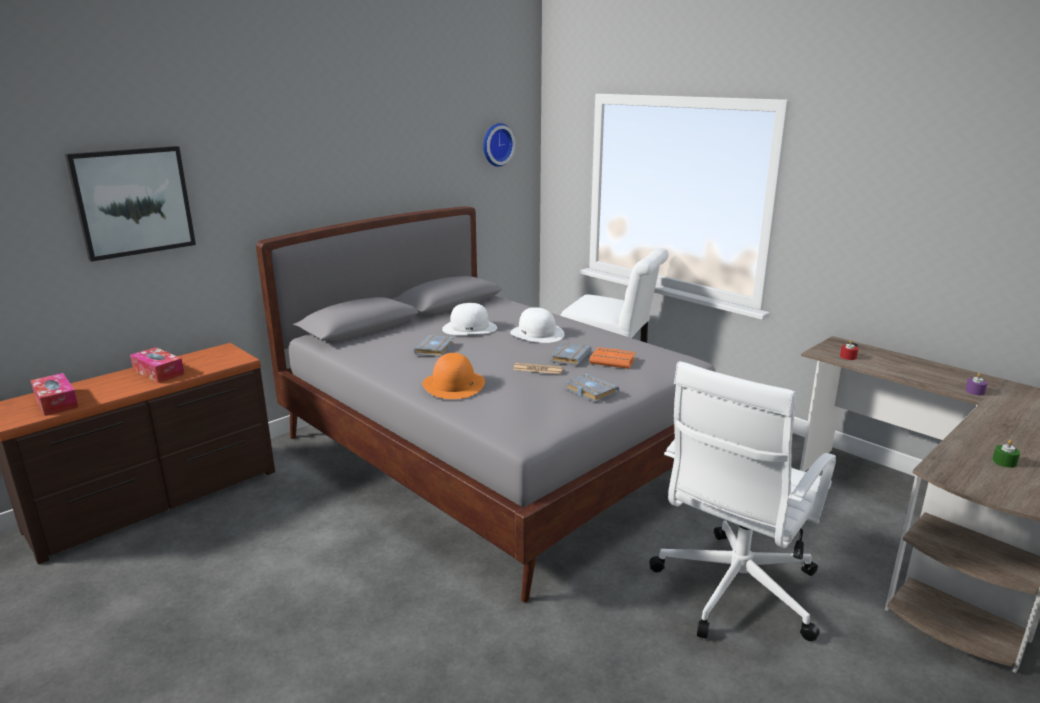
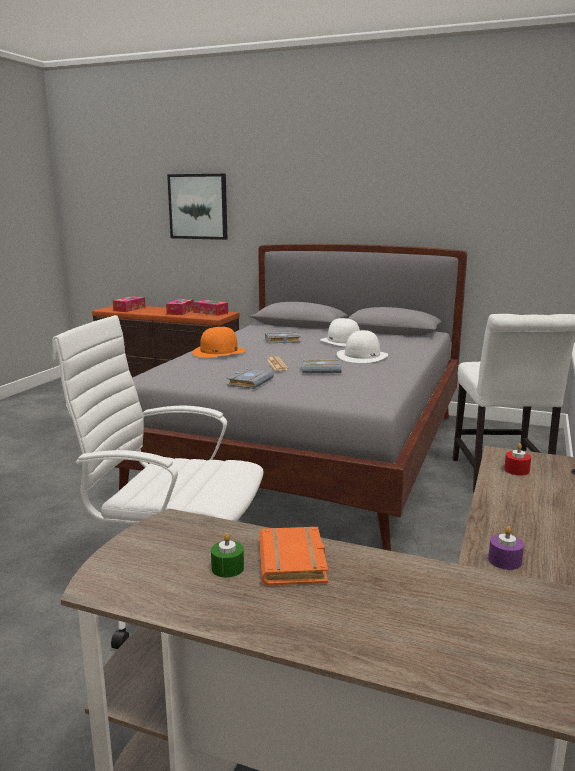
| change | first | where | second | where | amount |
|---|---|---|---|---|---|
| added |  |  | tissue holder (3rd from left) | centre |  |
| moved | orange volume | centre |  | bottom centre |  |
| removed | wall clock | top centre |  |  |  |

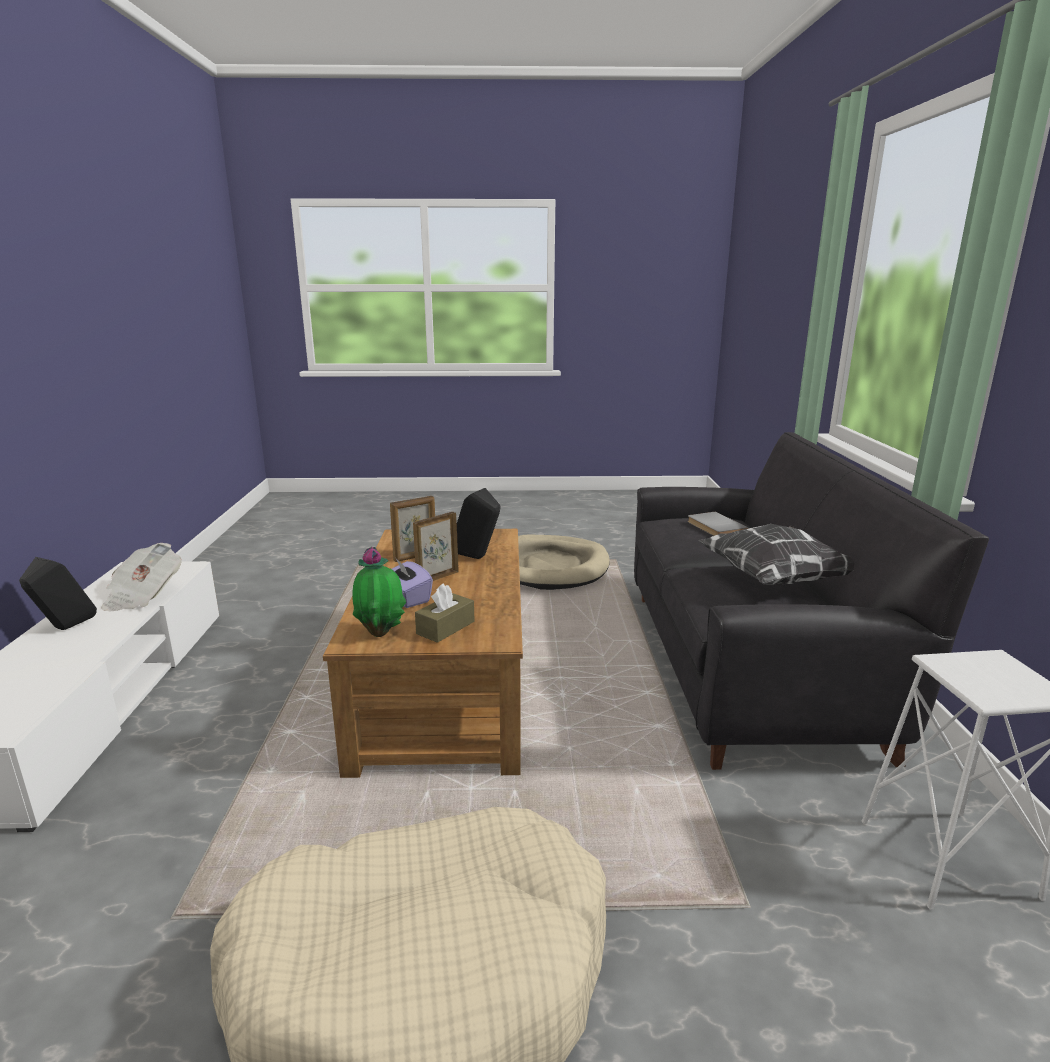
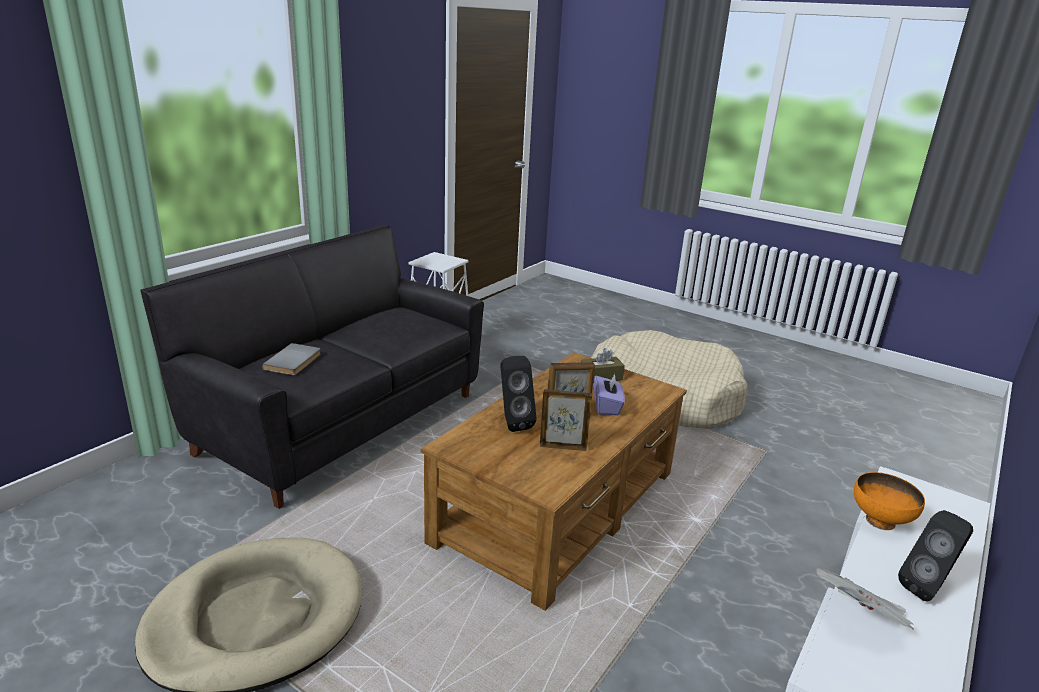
| change | first | where | second | where | amount |
|---|---|---|---|---|---|
| added |  |  | orange bowl | bottom right |  |
| removed | plant in a pot | centre |  |  |  |
| removed | pillow | middle right |  |  |  |

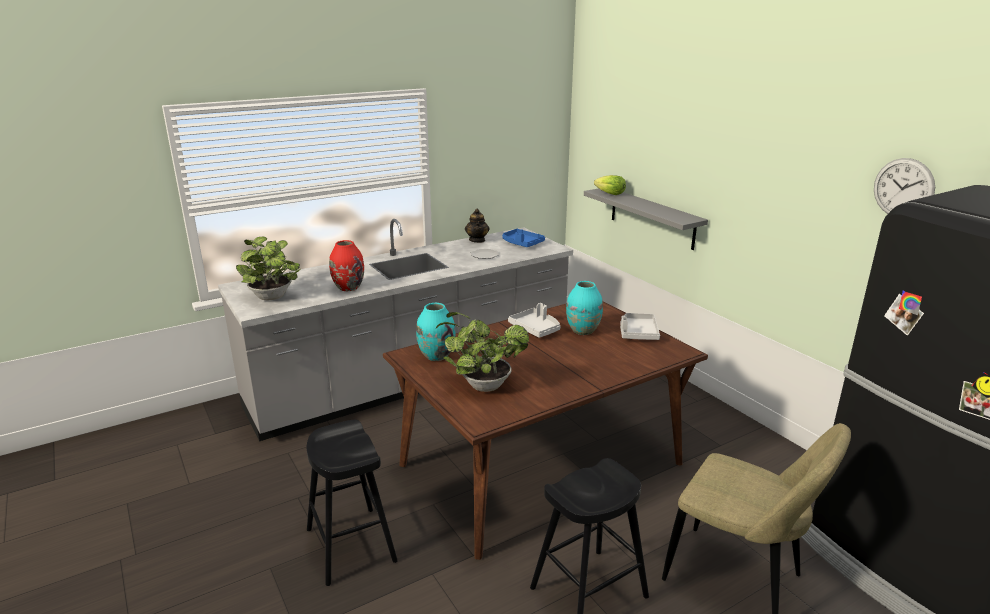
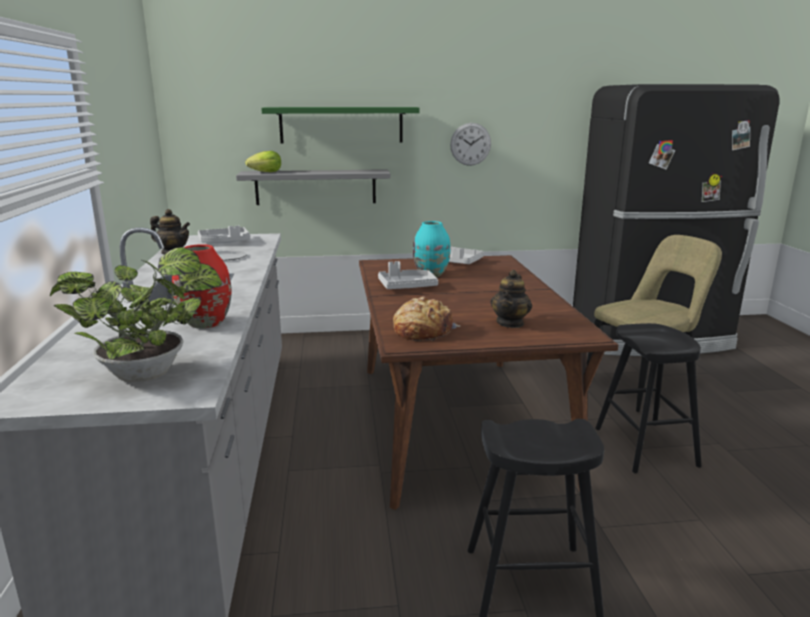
| change | first | where | second | where | amount |
|---|---|---|---|---|---|
| recoloured | blue carrying tray | centre | greyish carrying tray (1st from left) | middle left |  |
| added |  |  | greenish shelf | top centre |  |
| replaced | turquoise-coloured decorative vase (1st from left) | centre | bakery bread | centre |  |
| moved | wall clock | top right |  | top centre |  |
| replaced | plant in a pot (2nd from left) | centre | teapot (2nd from left) | centre |  |

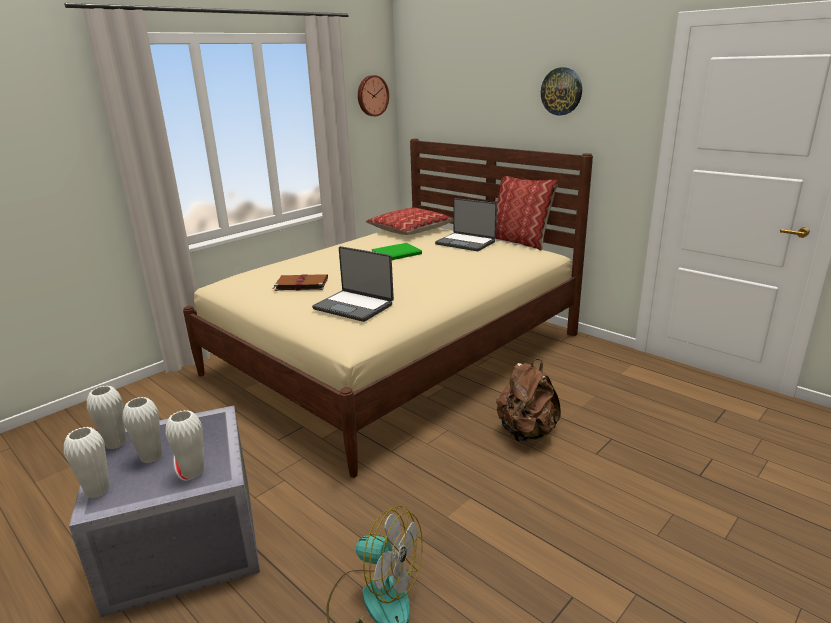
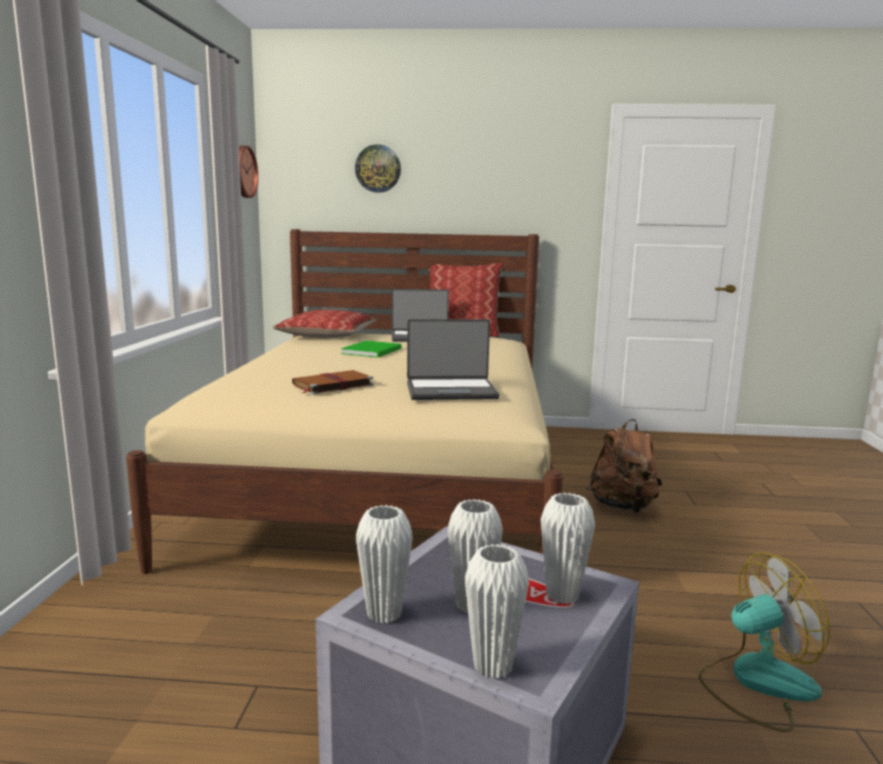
| change | first | where | second | where | amount |
|---|---|---|---|---|---|
| moved | wall clock (2nd from left) | top right |  | top centre |  |

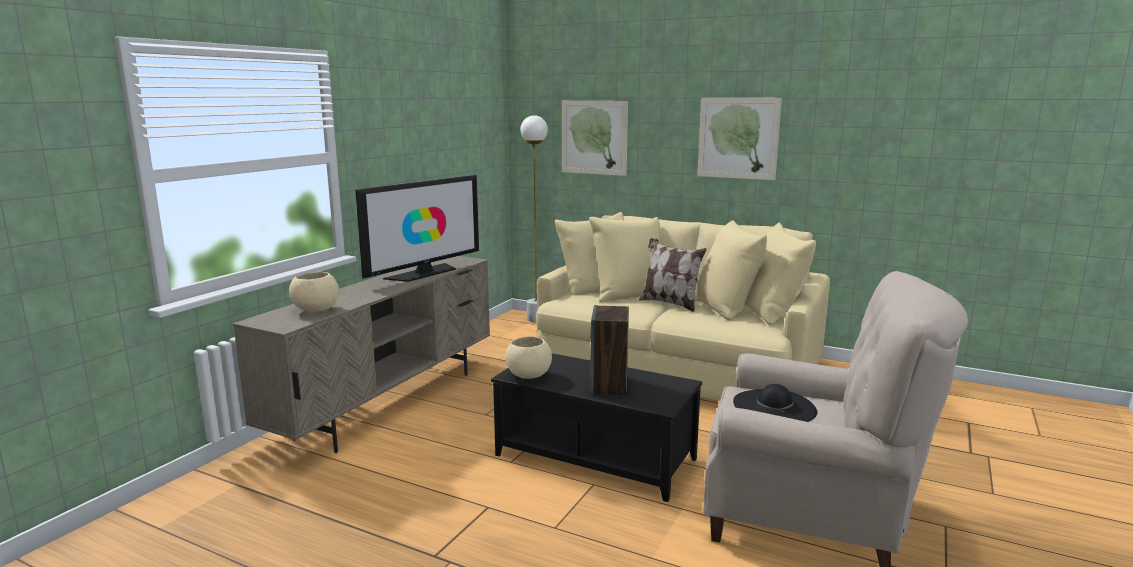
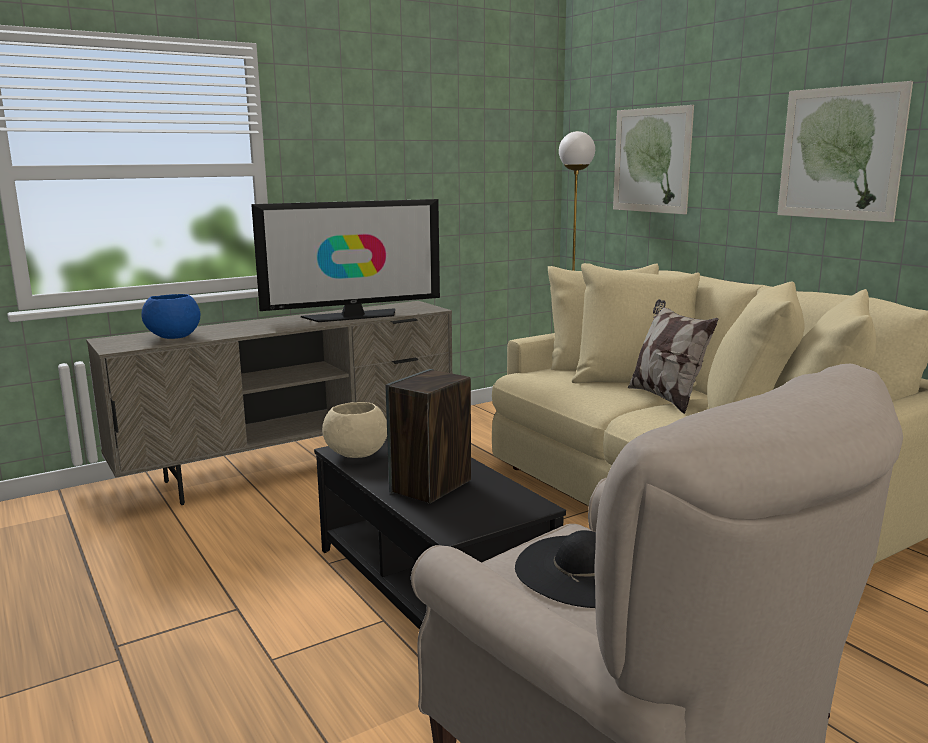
| change | first | where | second | where | amount |
|---|---|---|---|---|---|
| recoloured | beige bowl (1st from left) | middle left | blue bowl | middle left |  |

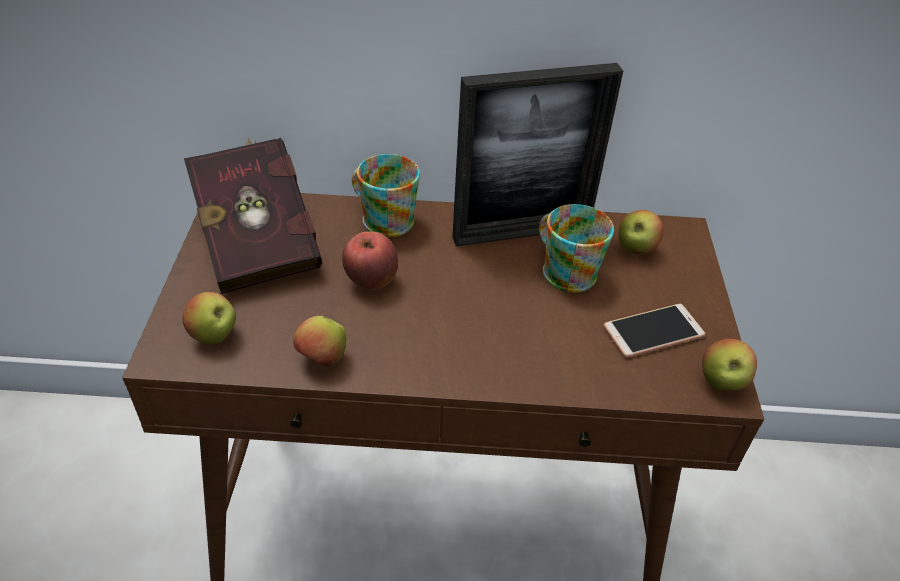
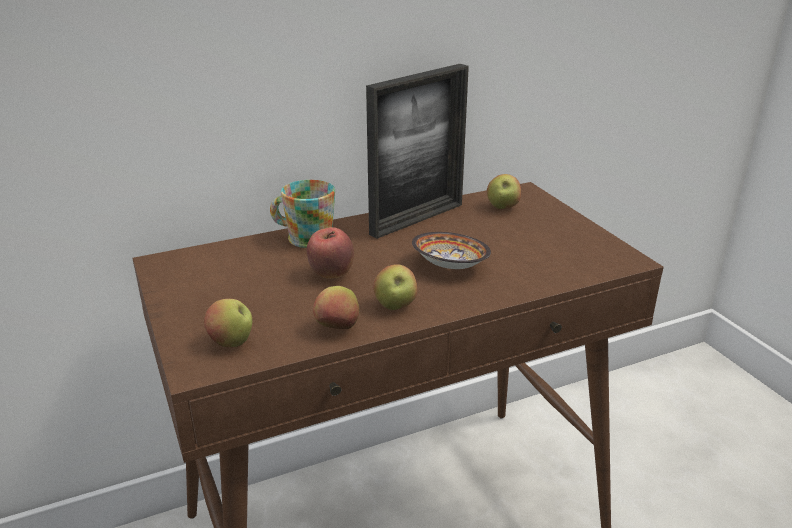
| change | first | where | second | where | amount |
|---|---|---|---|---|---|
| moved | apple fruit (5th from left in the first image) | middle right | apple fruit (4th from left) | centre |  |
| added |  |  | bowl | centre |  |
| removed | red volume | middle left |  |  |  |
| removed | coffee mug (2nd from left) | centre |  |  |  |
| removed | telephone | middle right |  |  |  |

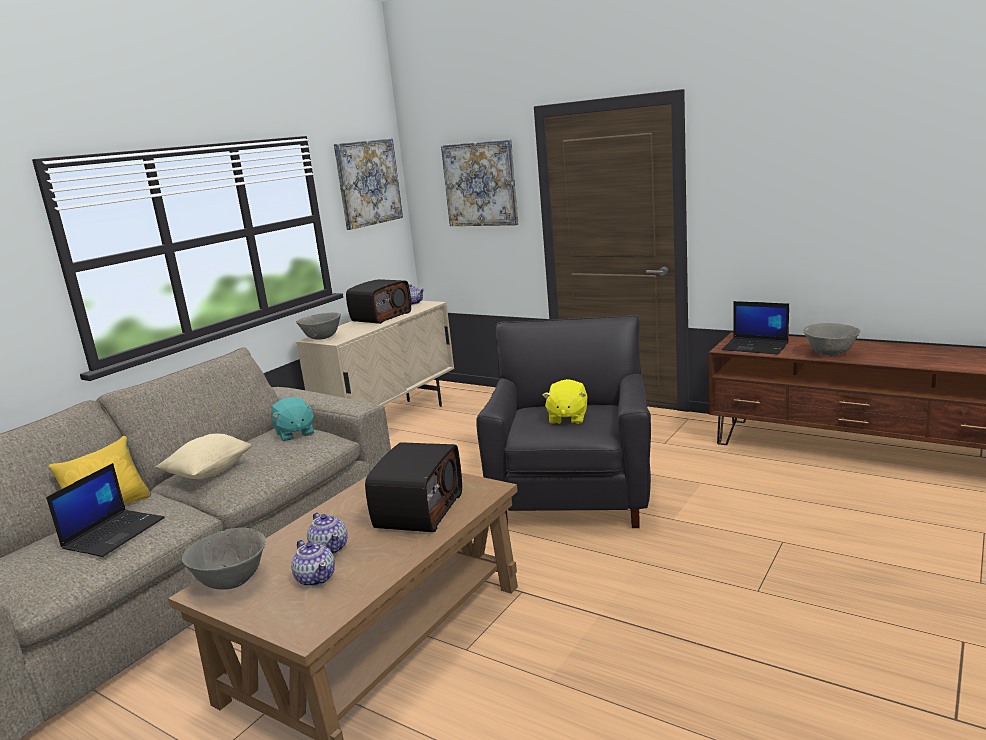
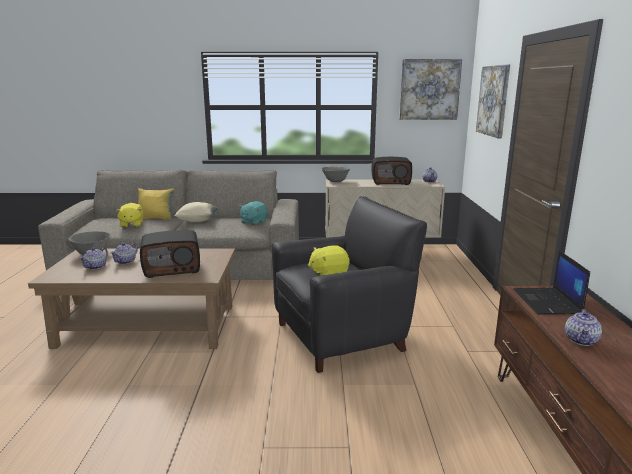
| change | first | where | second | where | amount |
|---|---|---|---|---|---|
| replaced | portable computer (1st from left) | bottom left | yellow-coloured soft toy (1st from left) | middle left |  |
| replaced | greyish bowl (3rd from left) | middle right | teapot (4th from left) | bottom right |  |

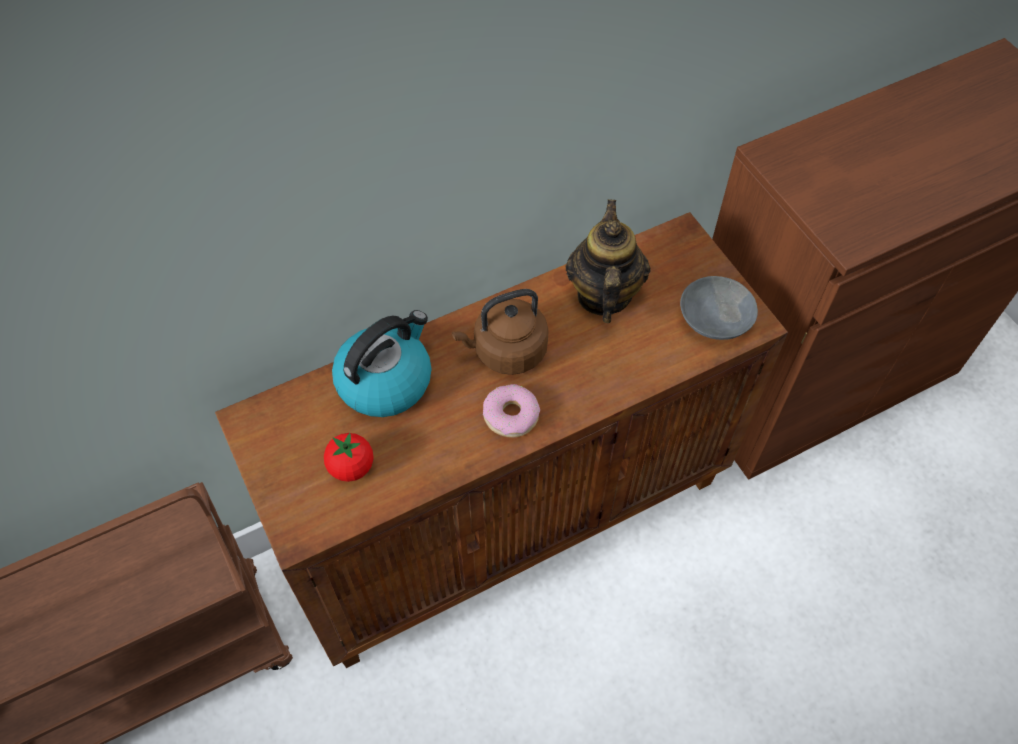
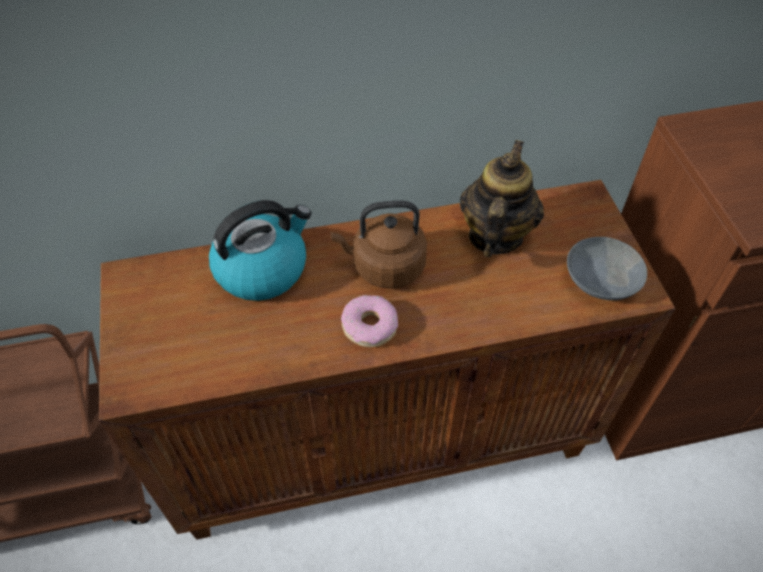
| change | first | where | second | where | amount |
|---|---|---|---|---|---|
| removed | whole tomato | centre |  |  |  |

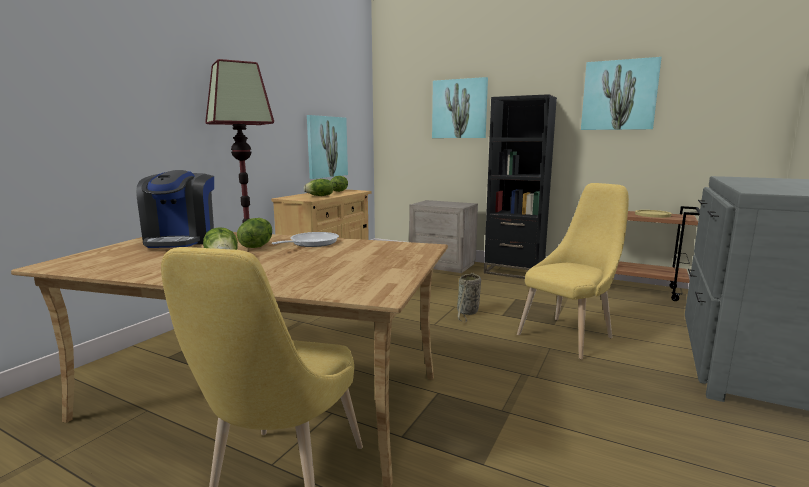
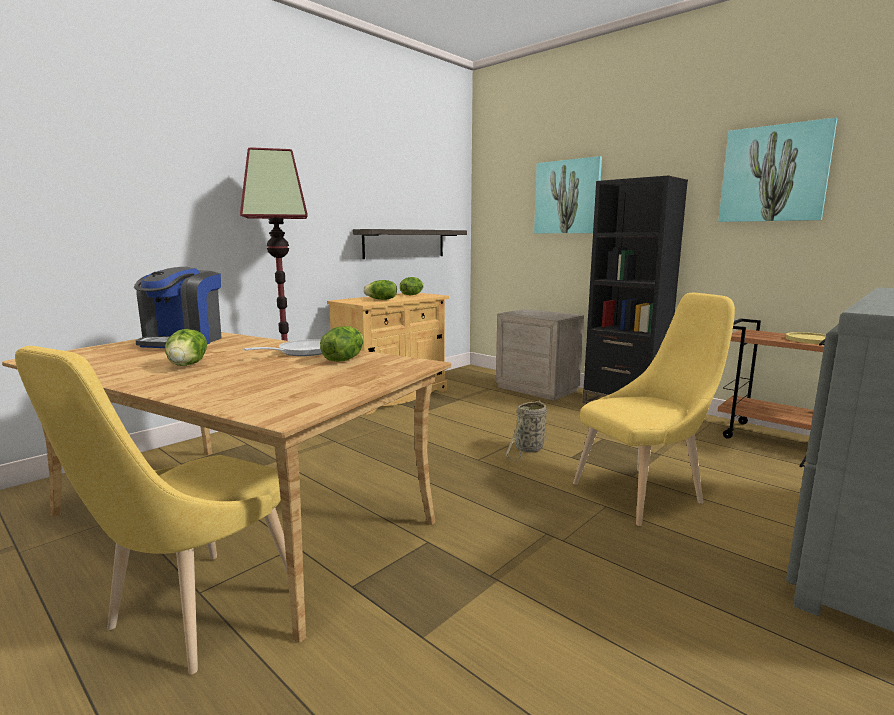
| change | first | where | second | where | amount |
|---|---|---|---|---|---|
| moved | lettuce (2nd from left) | middle left |  | centre |  |
| replaced | wall art (1st from left) | top centre | shelf | centre |  |

